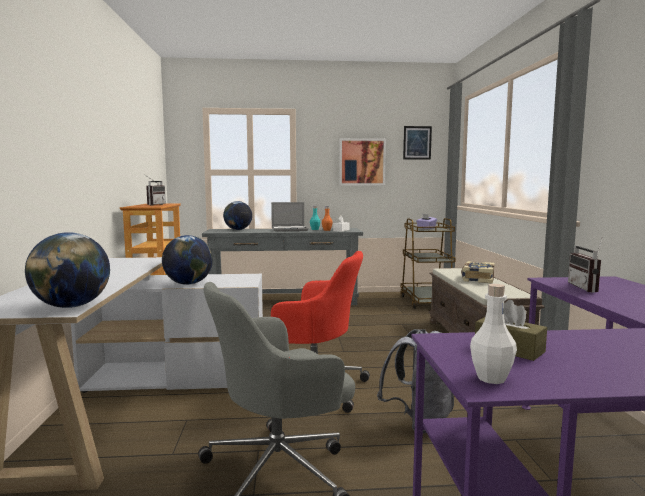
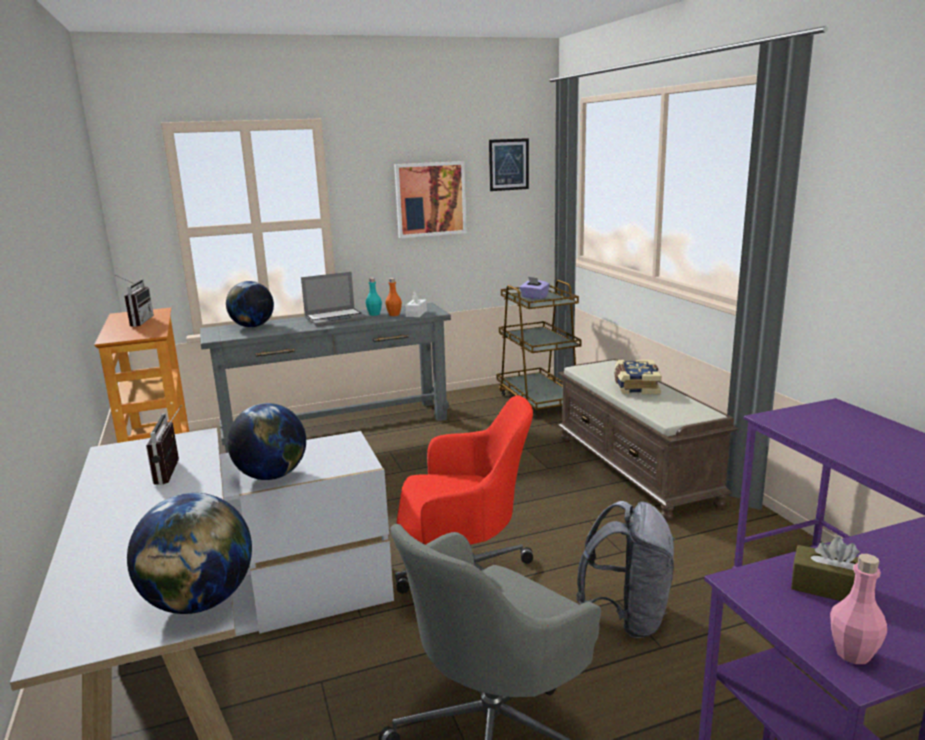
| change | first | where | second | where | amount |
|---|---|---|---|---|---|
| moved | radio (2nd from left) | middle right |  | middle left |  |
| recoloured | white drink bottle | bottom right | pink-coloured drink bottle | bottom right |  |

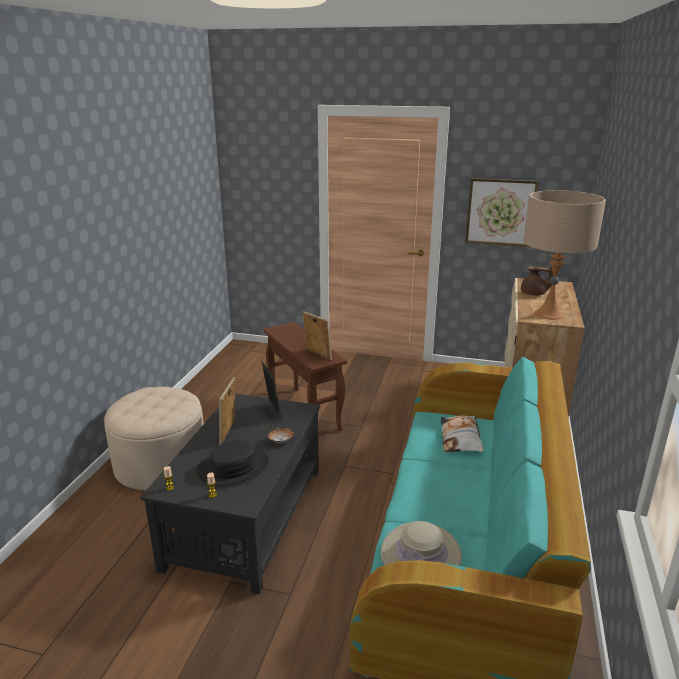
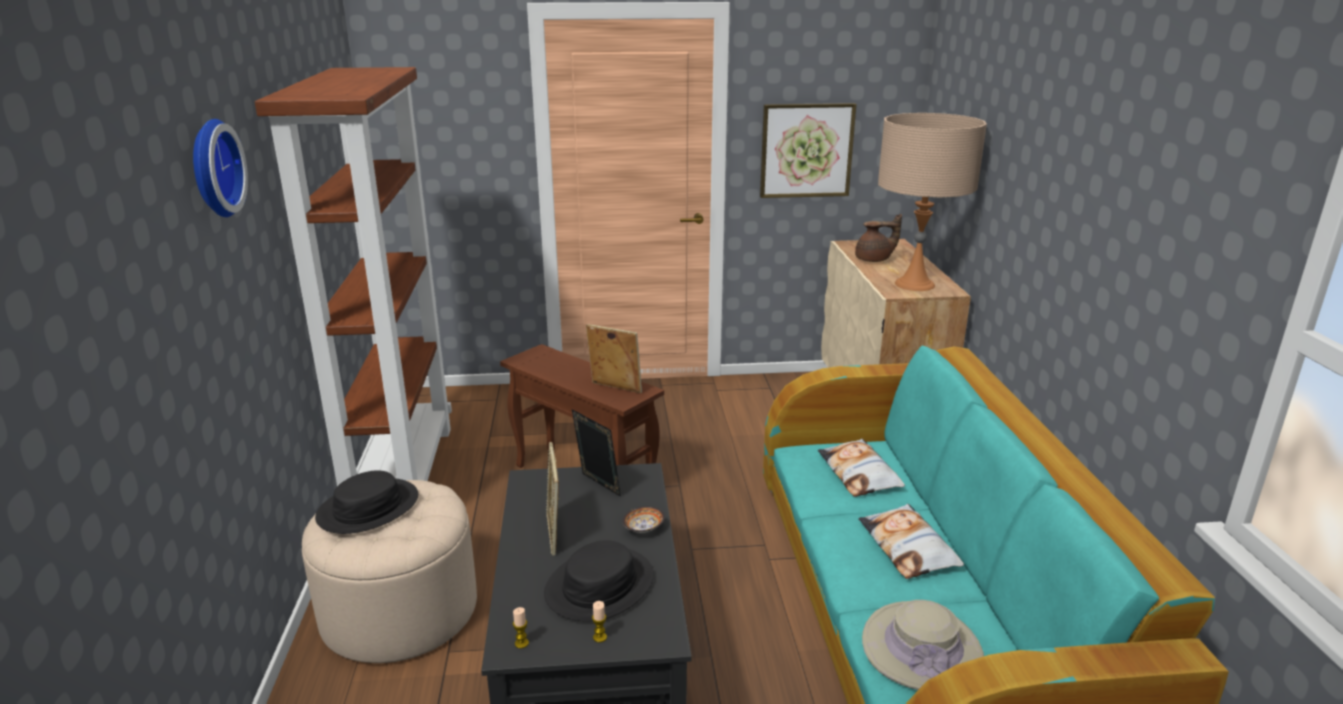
| change | first | where | second | where | amount |
|---|---|---|---|---|---|
| added |  |  | wall clock | top left |  |
| added |  |  | brown-coloured bookshelf | middle left |  |
| added |  |  | black-coloured wearable hat (1st from left) | bottom left |  |
| added |  |  | pillow (2nd from left) | bottom right |  |

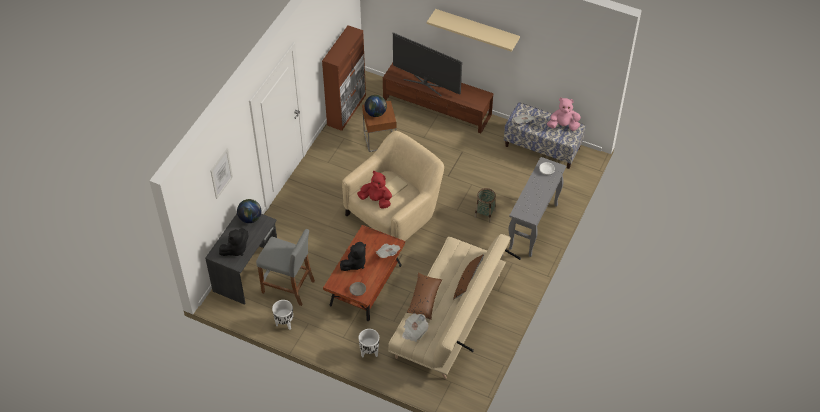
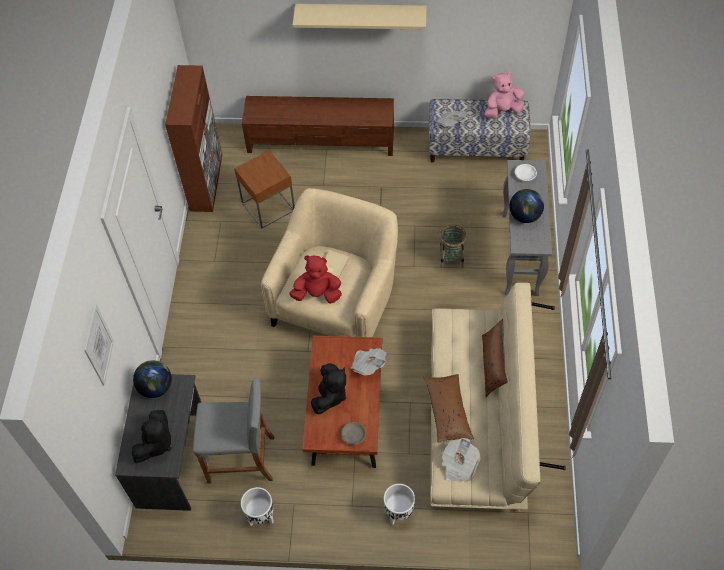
| change | first | where | second | where | amount |
|---|---|---|---|---|---|
| moved | world globe (2nd from left) | top centre |  | middle right |  |
| removed | TV | top centre |  |  |  |

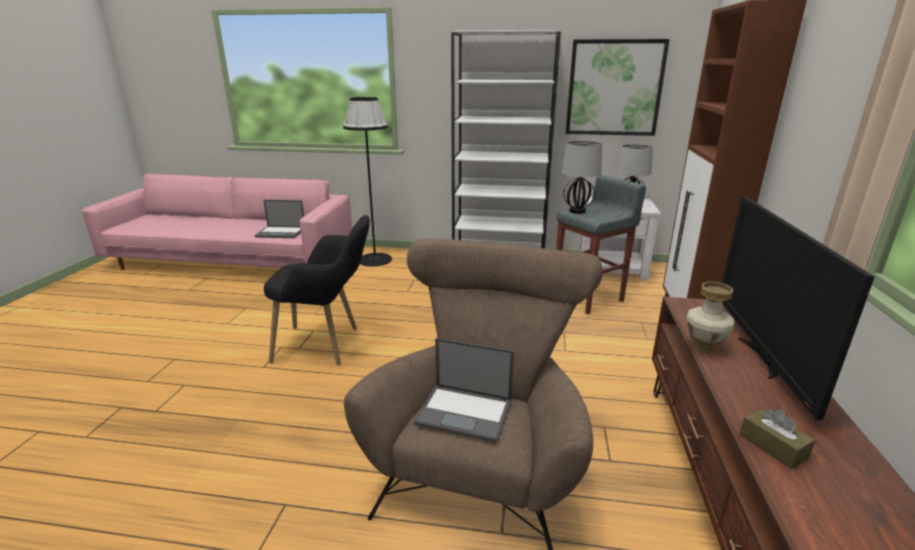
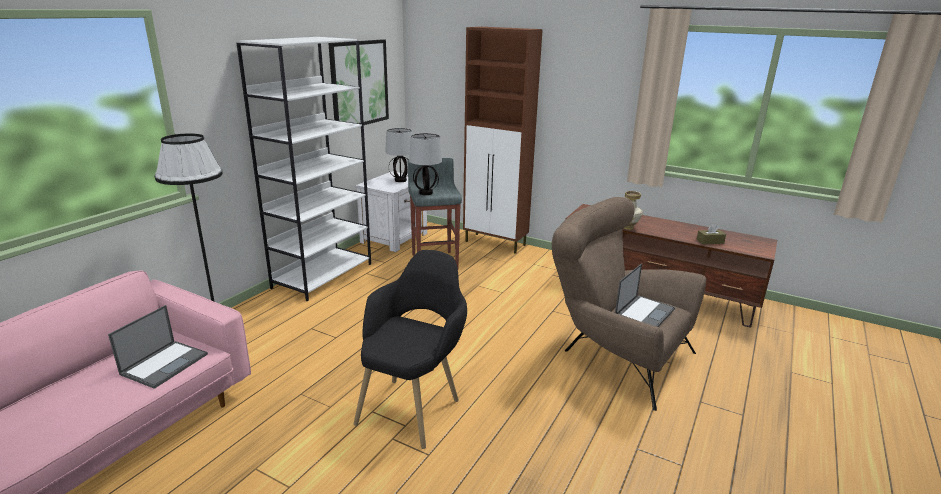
| change | first | where | second | where | amount |
|---|---|---|---|---|---|
| removed | TV | middle right |  |  |  |

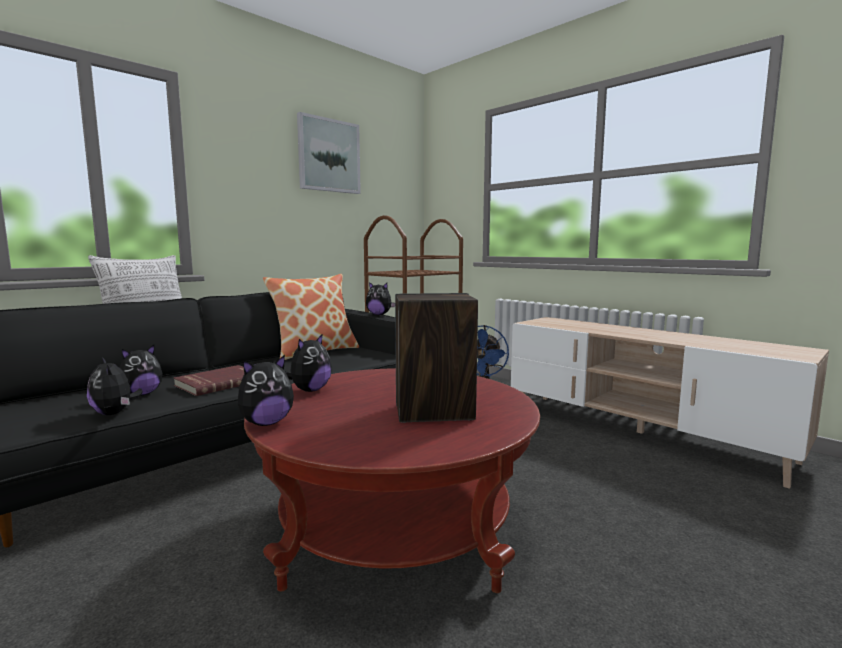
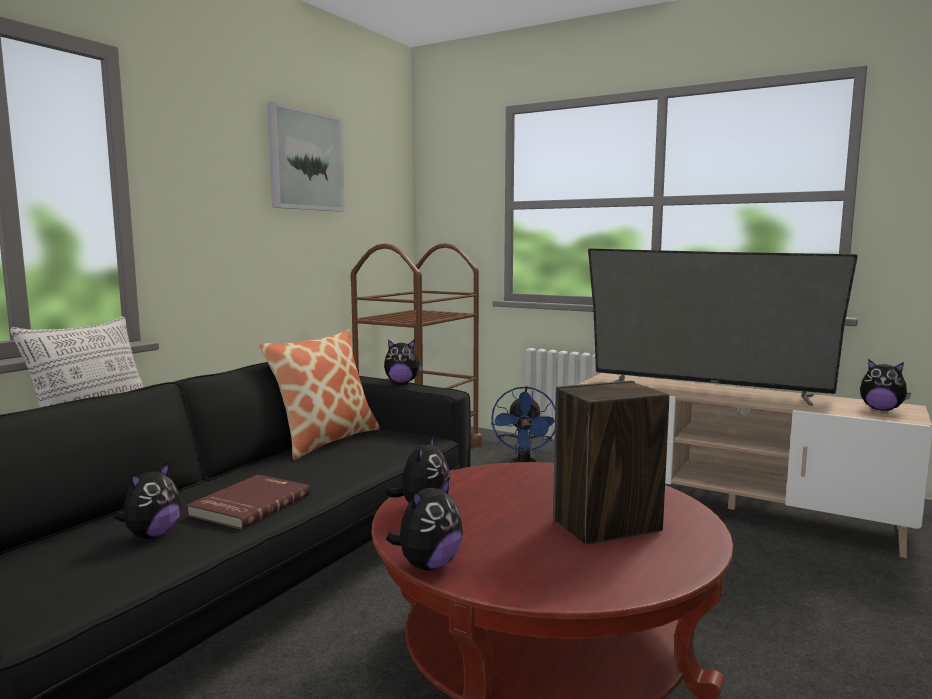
| change | first | where | second | where | amount |
|---|---|---|---|---|---|
| added |  |  | TV | middle right |  |
| moved | soft toy (1st from left in the first image) | middle left | soft toy (5th from left) | middle right |  |

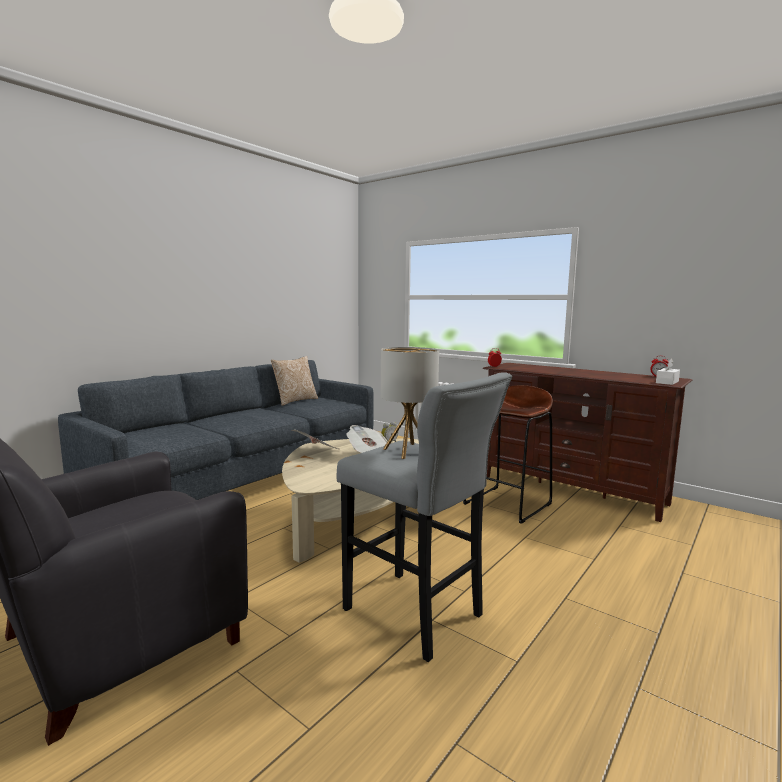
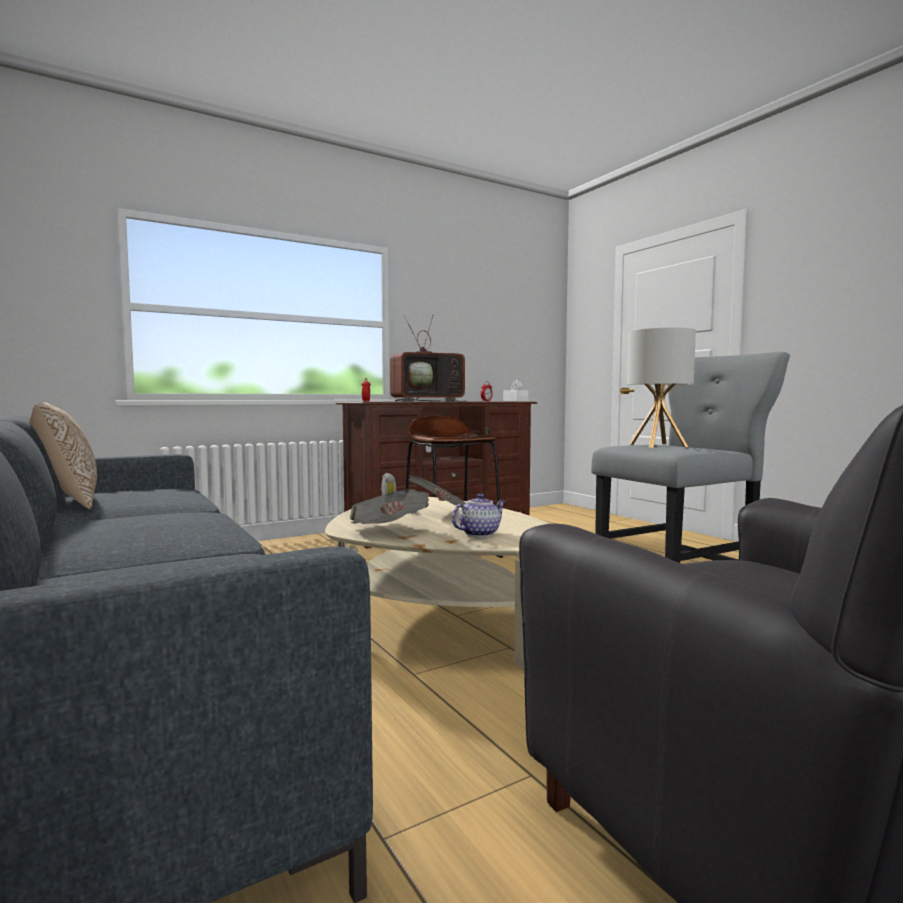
| change | first | where | second | where | amount |
|---|---|---|---|---|---|
| added |  |  | TV | centre |  |
| added |  |  | teapot | centre |  |

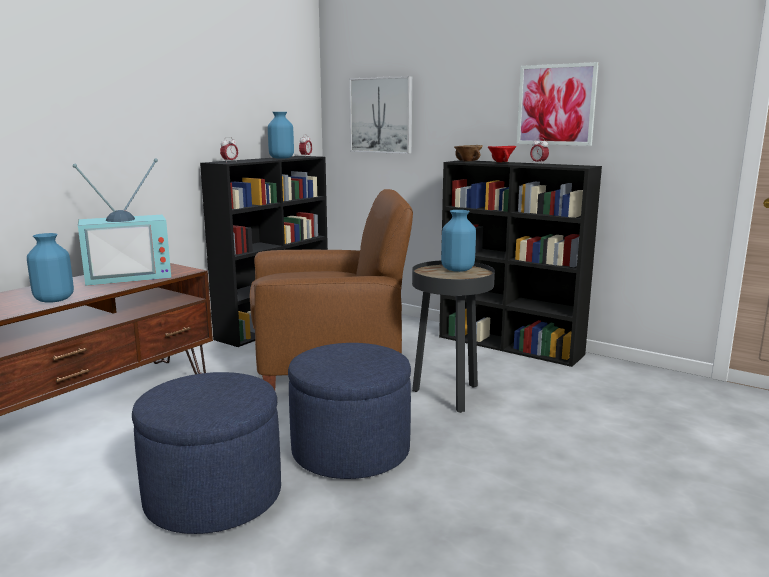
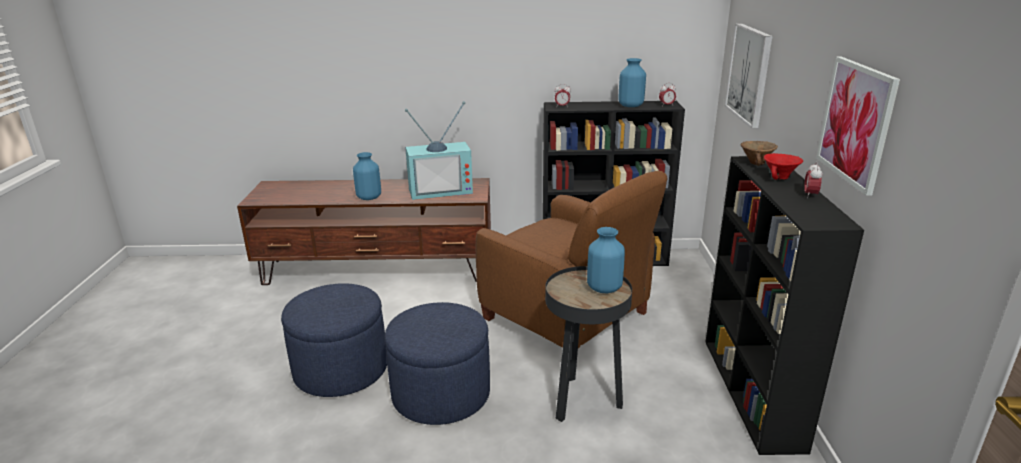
| change | first | where | second | where | amount |
|---|---|---|---|---|---|
| turned | TV | middle left |  | top centre | 45 degrees counterclockwise |

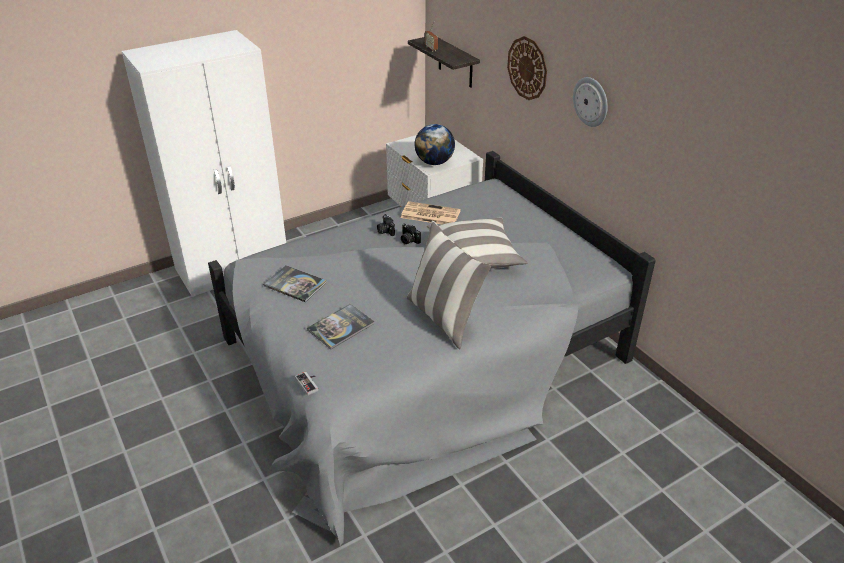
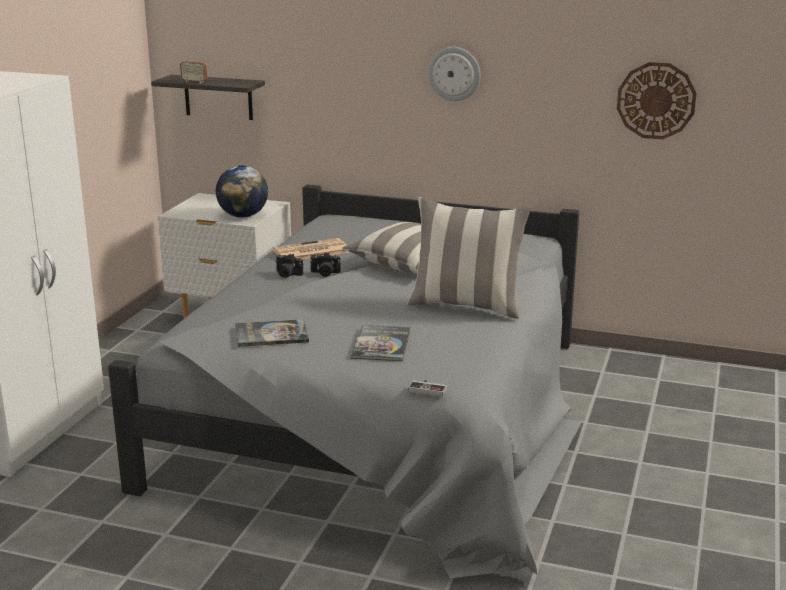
| change | first | where | second | where | amount |
|---|---|---|---|---|---|
| moved | wall clock (1st from left in the first image) | top centre | wall clock (2nd from left) | top right |  |

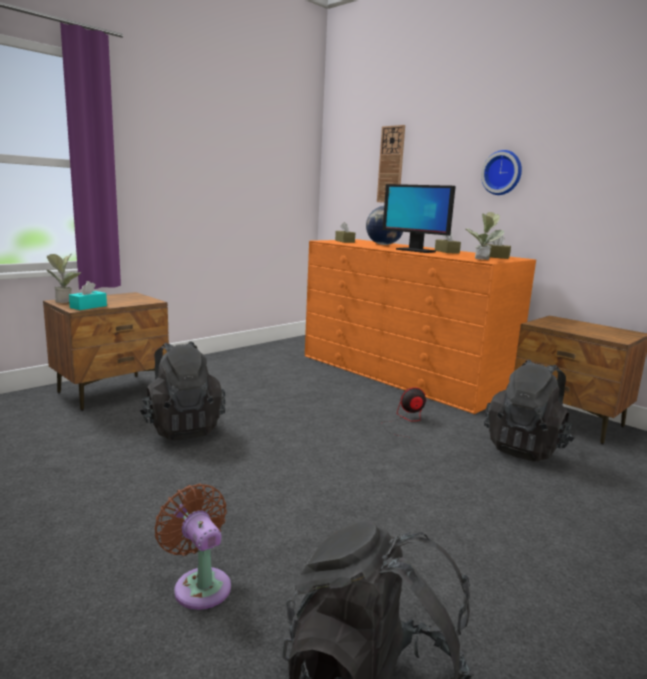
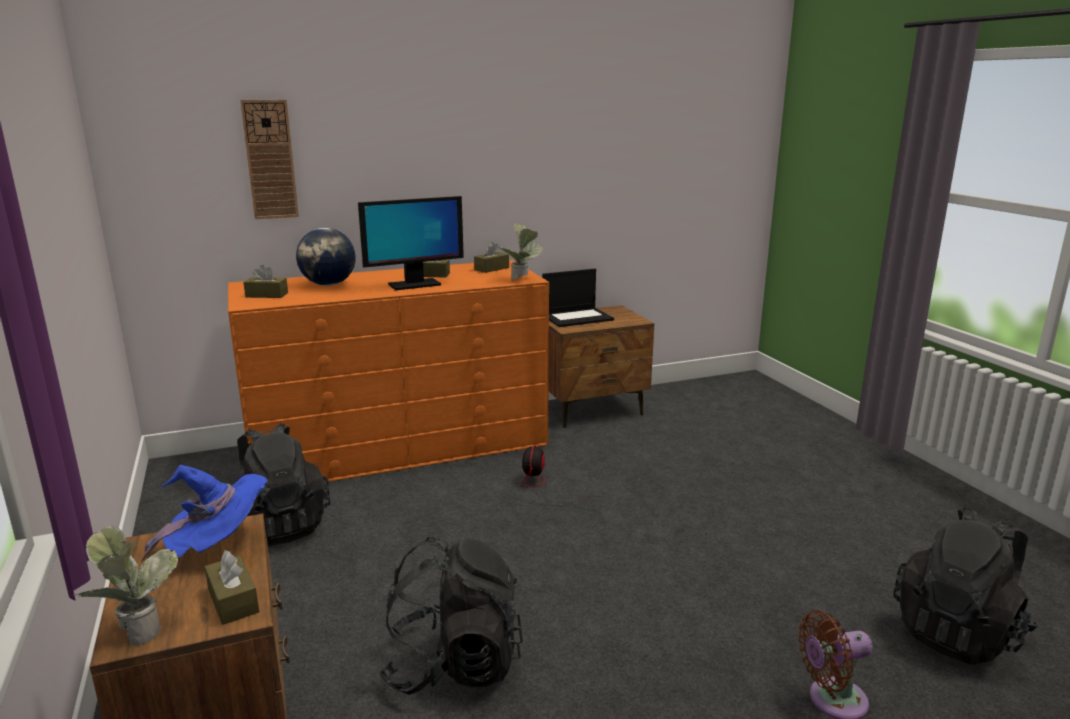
| change | first | where | second | where | amount |
|---|---|---|---|---|---|
| added |  |  | blue wearable hat | bottom left |  |
| recoloured | turquoise-coloured tissue holder | middle left | brown-coloured tissue holder (1st from left) | bottom left |  |
| moved | black-coloured backpack (3rd from left in the first image) | middle right | black-coloured backpack (1st from left) | bottom left |  |
| added |  |  | portable computer | centre |  |
| removed | wall clock (2nd from left) | top right |  |  |  |

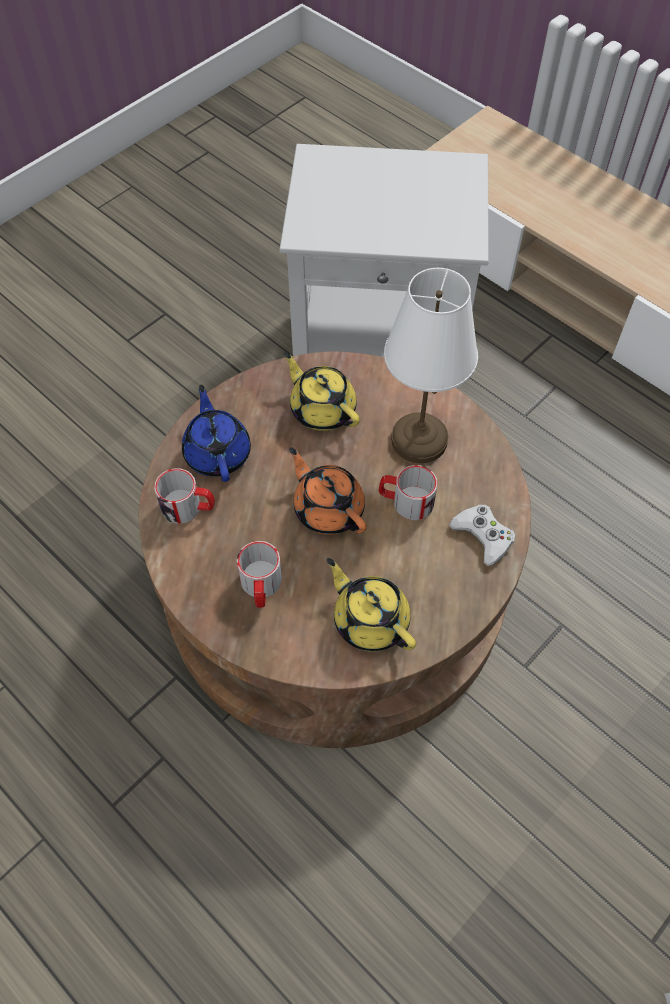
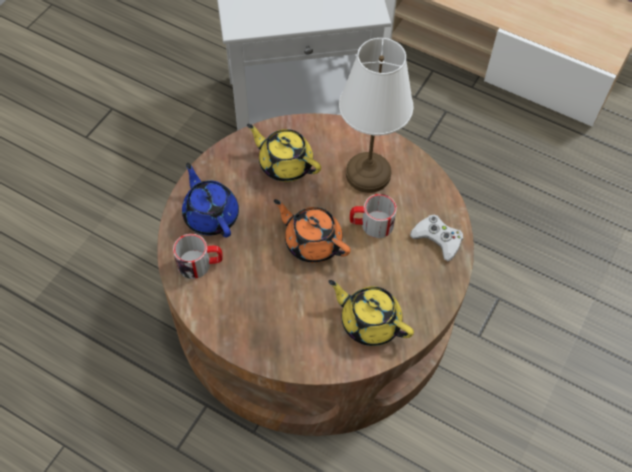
| change | first | where | second | where | amount |
|---|---|---|---|---|---|
| removed | coffee mug (2nd from left) | centre |  |  |  |

